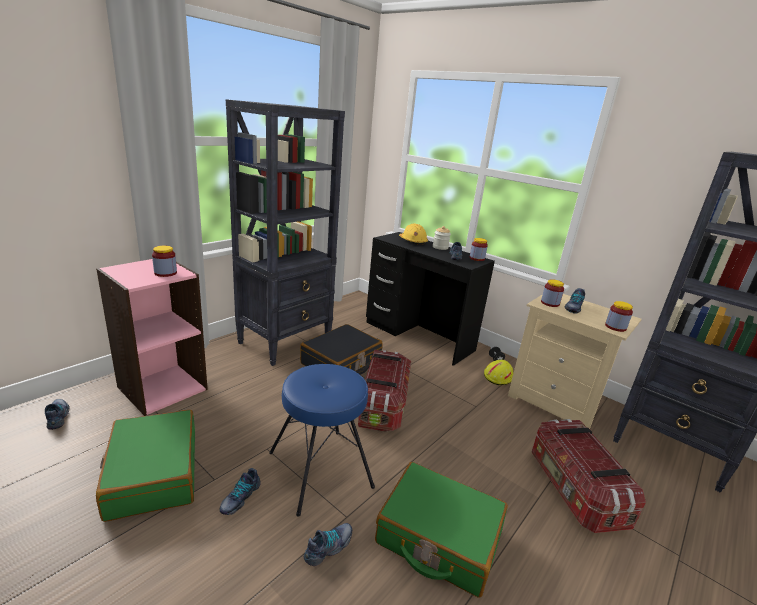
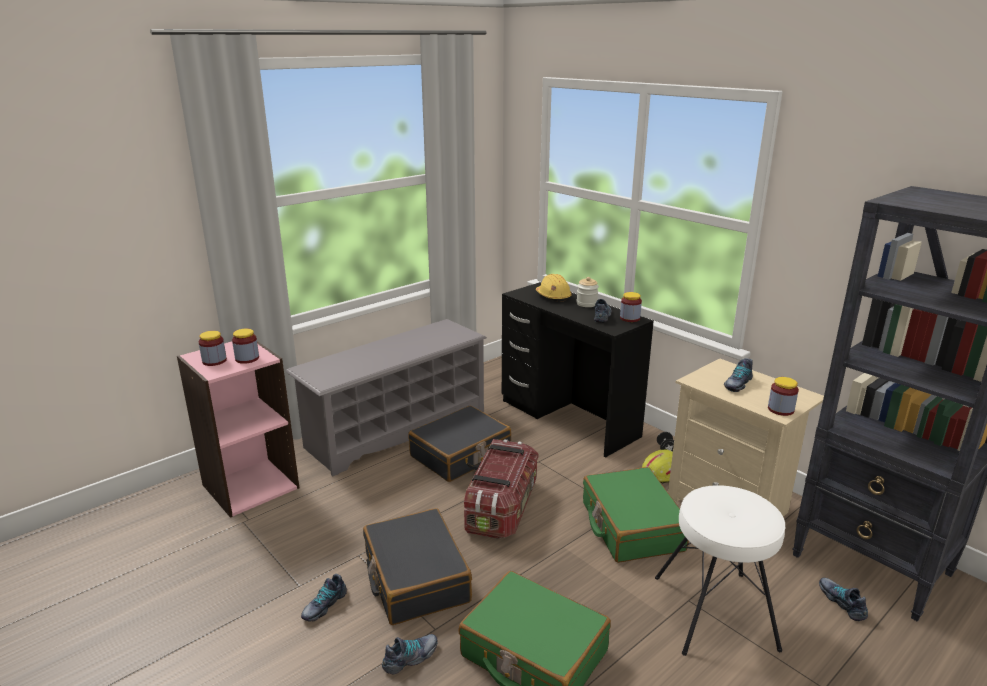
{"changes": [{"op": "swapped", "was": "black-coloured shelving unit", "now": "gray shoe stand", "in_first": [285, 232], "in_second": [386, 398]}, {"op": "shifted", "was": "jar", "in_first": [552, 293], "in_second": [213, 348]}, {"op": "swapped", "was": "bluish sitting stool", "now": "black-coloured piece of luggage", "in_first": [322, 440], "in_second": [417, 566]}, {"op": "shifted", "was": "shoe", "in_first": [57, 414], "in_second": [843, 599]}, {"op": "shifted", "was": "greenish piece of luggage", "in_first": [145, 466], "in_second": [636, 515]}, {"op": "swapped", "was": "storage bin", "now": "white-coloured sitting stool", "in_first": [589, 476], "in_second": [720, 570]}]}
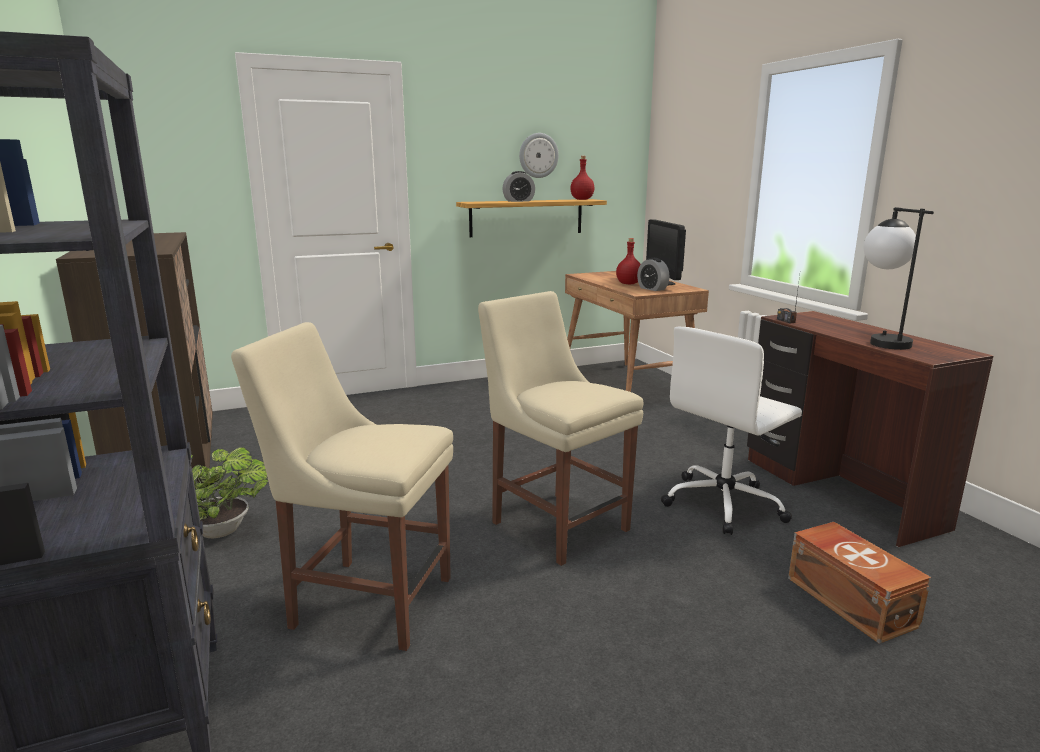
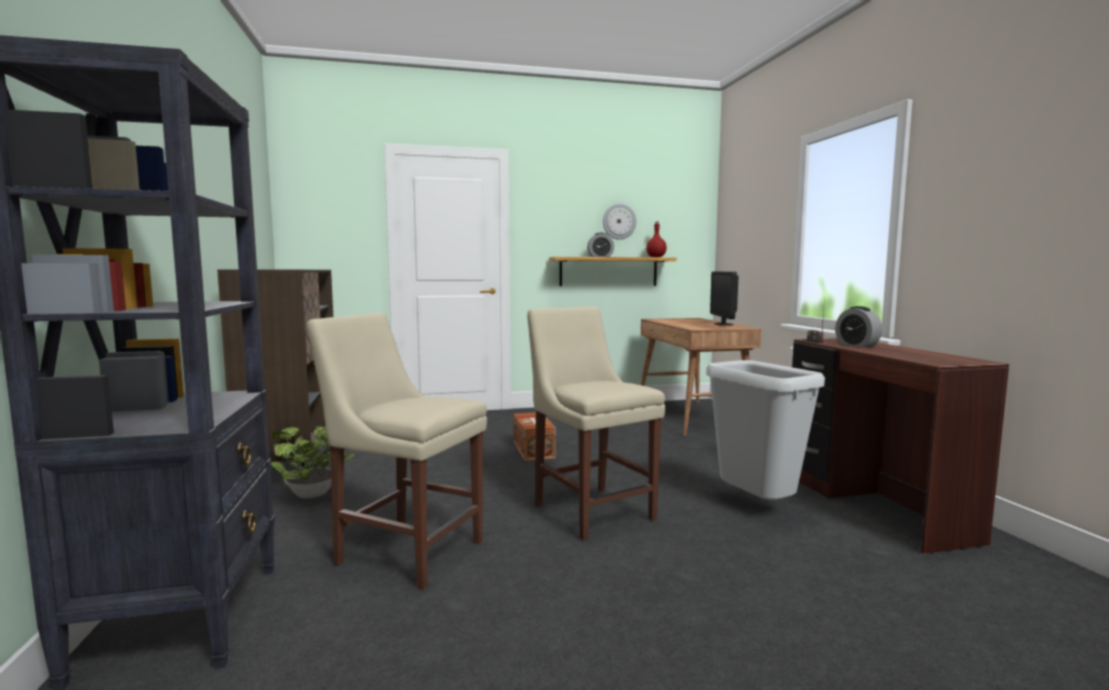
{"changes": [{"op": "gone", "was": "tabletop lamp", "in_first": [899, 278]}, {"op": "gone", "was": "red-coloured beverage bottle", "in_first": [628, 261]}, {"op": "shifted", "was": "alarm clock", "in_first": [653, 274], "in_second": [858, 326]}, {"op": "swapped", "was": "white-coloured desk chair", "now": "gray waste bin", "in_first": [731, 430], "in_second": [765, 430]}, {"op": "shifted", "was": "brown-coloured storage bin", "in_first": [859, 583], "in_second": [534, 436]}]}
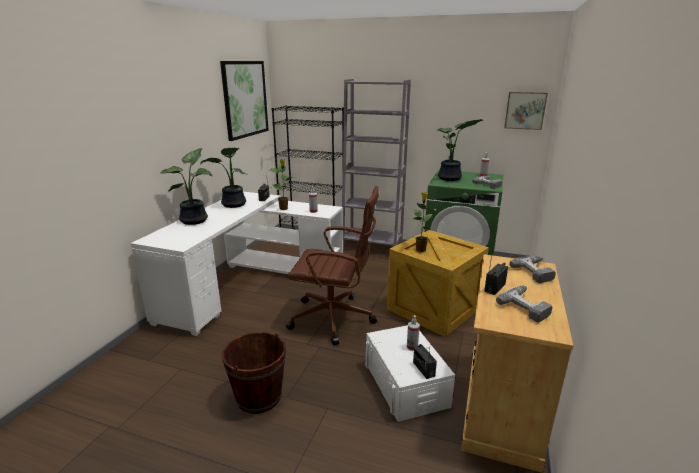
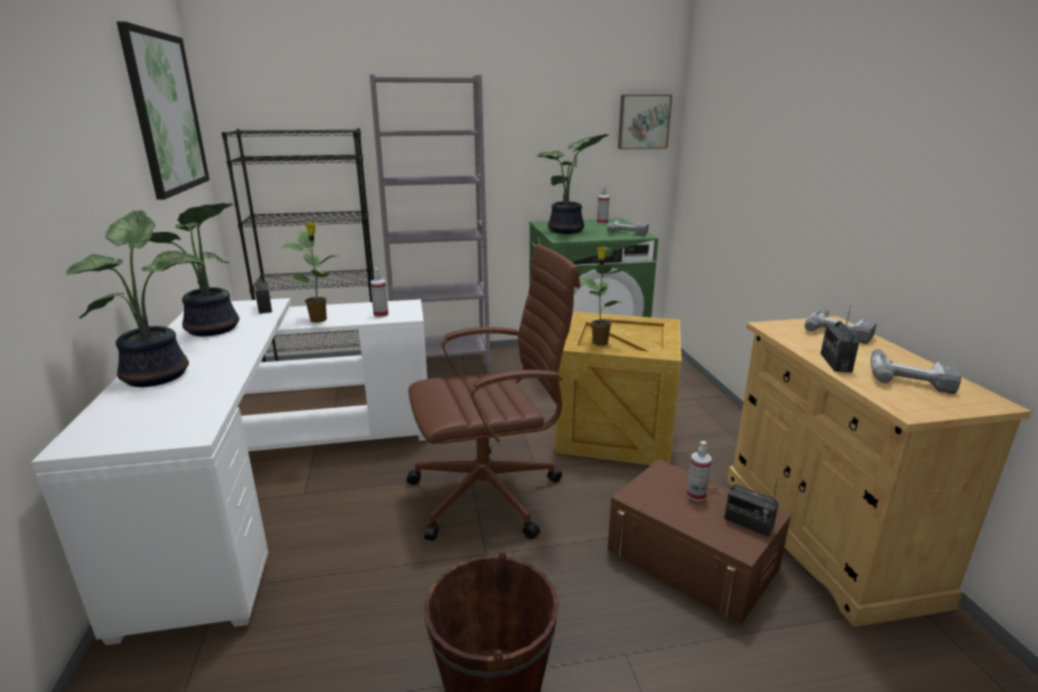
{"changes": [{"op": "repainted", "was": "white-coloured storage bin", "now": "brown-coloured storage bin", "in_first": [410, 373], "in_second": [699, 541]}]}
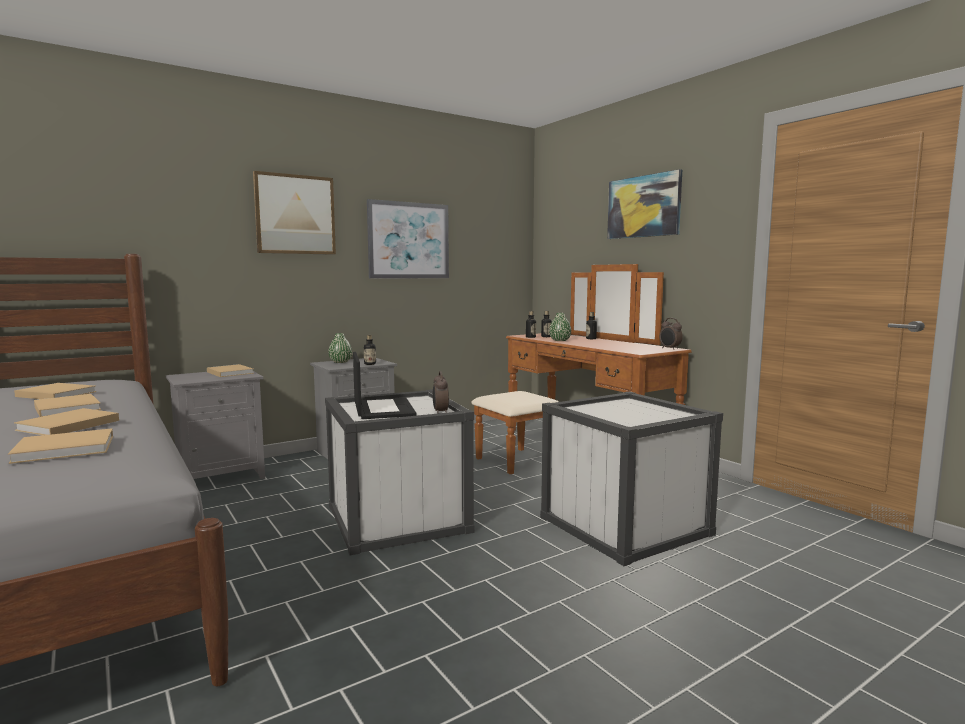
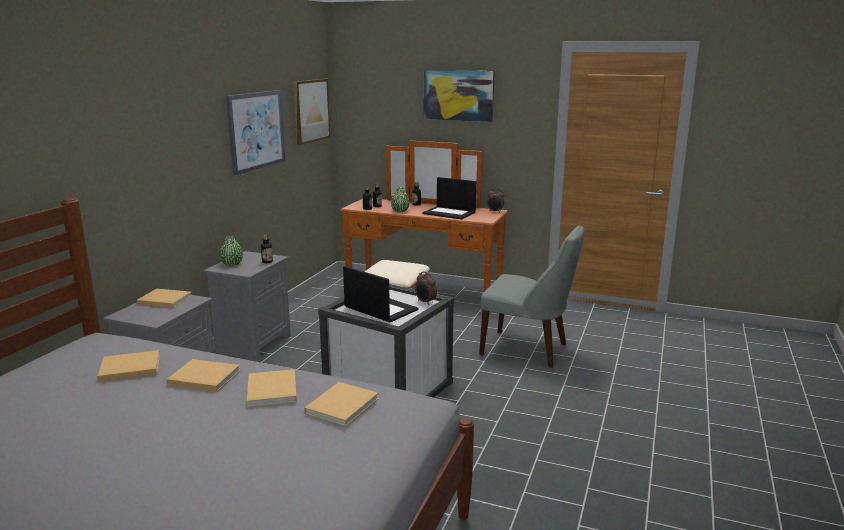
{"changes": [{"op": "shifted", "was": "wall picture", "in_first": [294, 213], "in_second": [311, 112]}, {"op": "swapped", "was": "white-coloured storage bin", "now": "gray upright chair", "in_first": [631, 478], "in_second": [532, 297]}, {"op": "new", "now": "portable computer", "in_second": [449, 198]}]}
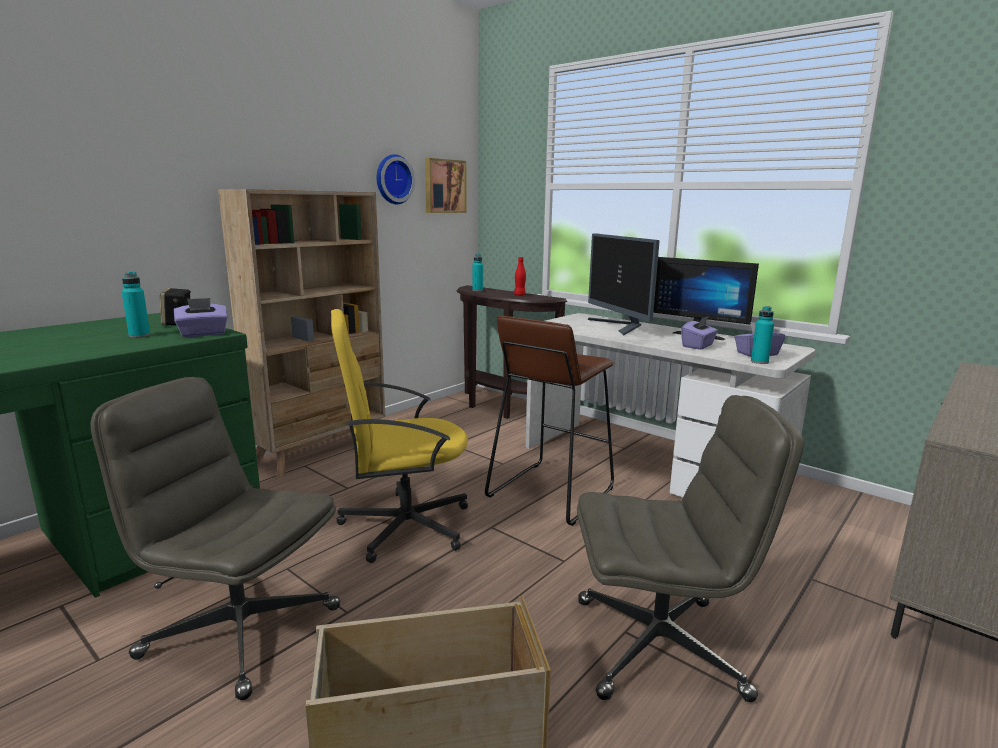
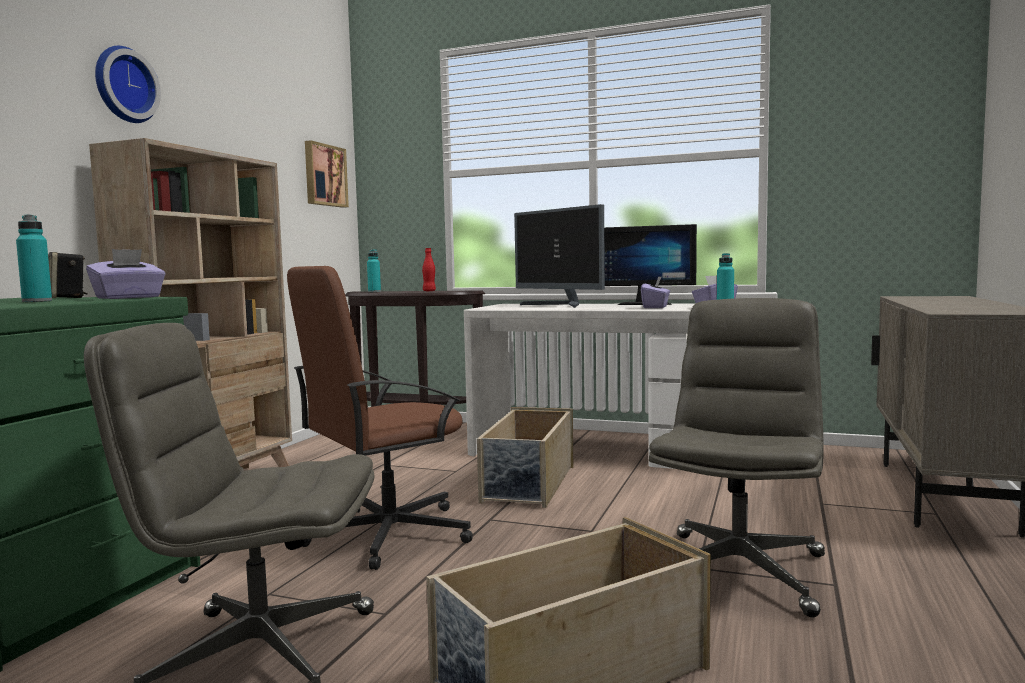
{"changes": [{"op": "shifted", "was": "clock on the wall", "in_first": [396, 179], "in_second": [128, 84]}, {"op": "repainted", "was": "yellow-coloured desk chair", "now": "brown-coloured desk chair", "in_first": [399, 436], "in_second": [380, 418]}, {"op": "swapped", "was": "brown-coloured sitting stool", "now": "beige-coloured storage bin", "in_first": [549, 421], "in_second": [525, 457]}, {"op": "rotated", "was": "gray desk chair", "in_first": [690, 548], "in_second": [737, 458], "clockwise": -45}]}
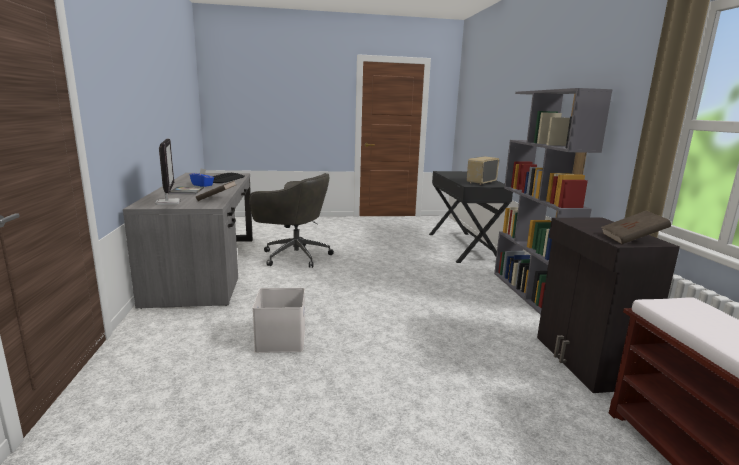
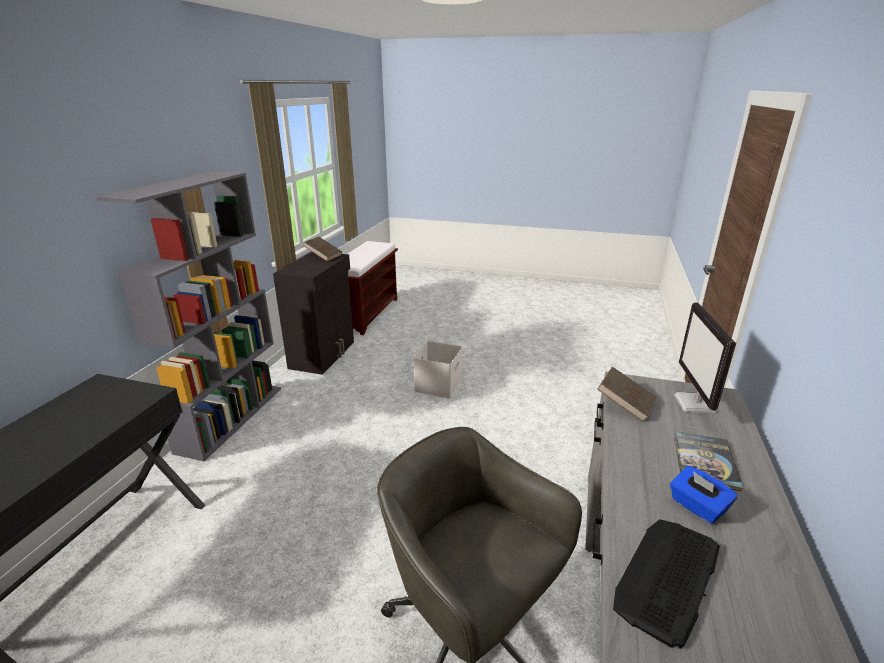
{"changes": [{"op": "gone", "was": "radio set", "in_first": [483, 171]}, {"op": "shifted", "was": "white-coloured storage bin", "in_first": [278, 320], "in_second": [438, 370]}]}
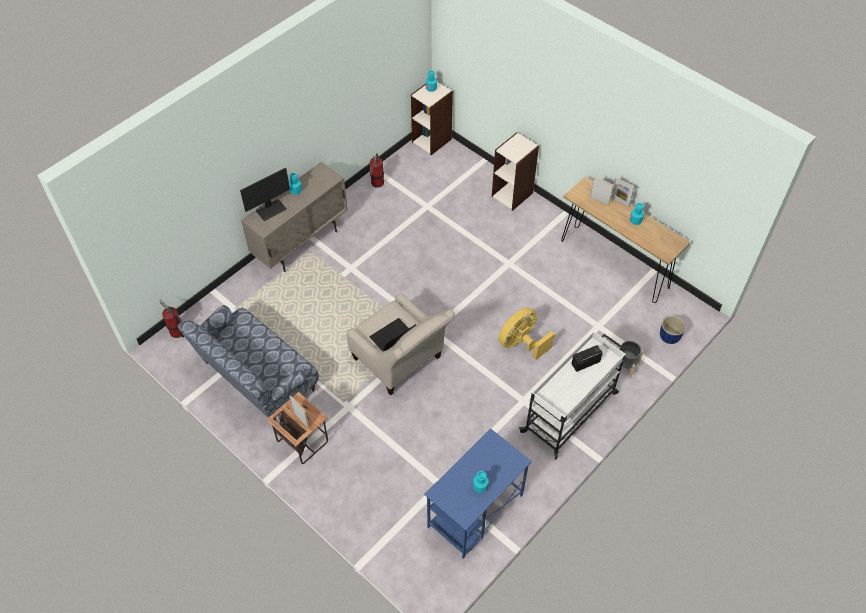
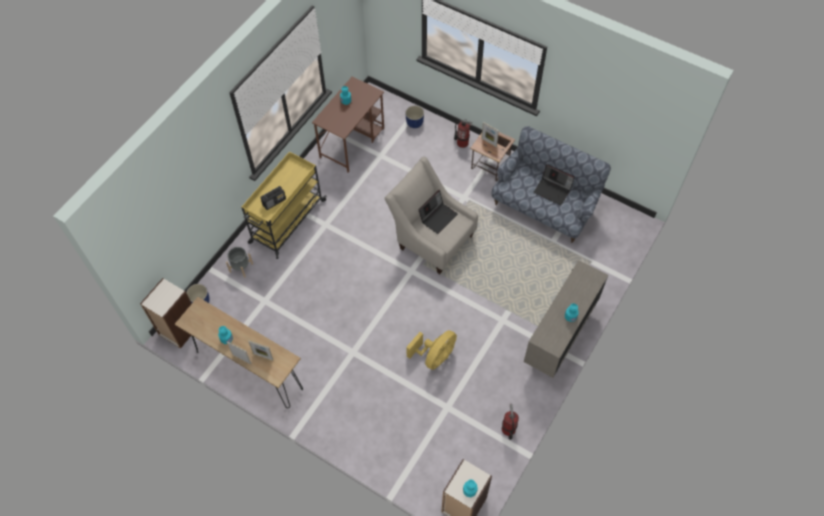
{"changes": [{"op": "shifted", "was": "shelving unit", "in_first": [515, 171], "in_second": [166, 313]}, {"op": "gone", "was": "monitor", "in_first": [265, 194]}, {"op": "shifted", "was": "fire-fighting cylinder", "in_first": [171, 319], "in_second": [463, 133]}, {"op": "shifted", "was": "yellow-coloured cooling fan", "in_first": [527, 334], "in_second": [431, 350]}, {"op": "repainted", "was": "white-coloured wheeled cart", "now": "yellow-coloured wheeled cart", "in_first": [572, 395], "in_second": [284, 205]}, {"op": "repainted", "was": "bluish desk", "now": "brown-coloured desk", "in_first": [478, 493], "in_second": [348, 124]}, {"op": "new", "now": "bluish flower pot", "in_second": [414, 117]}, {"op": "new", "now": "portable computer", "in_second": [554, 184]}]}
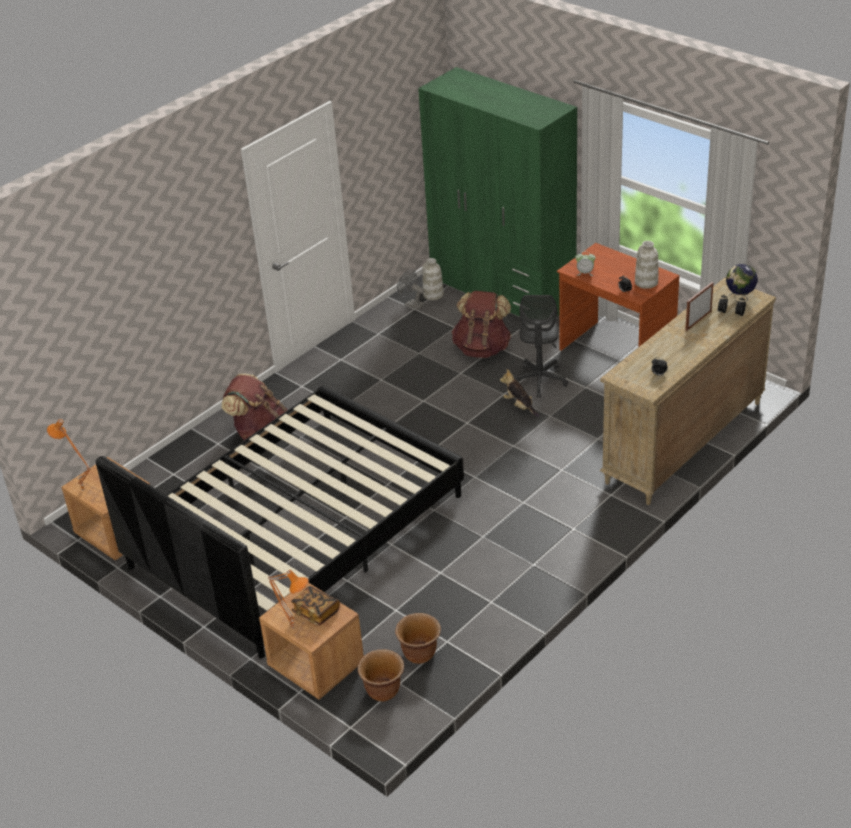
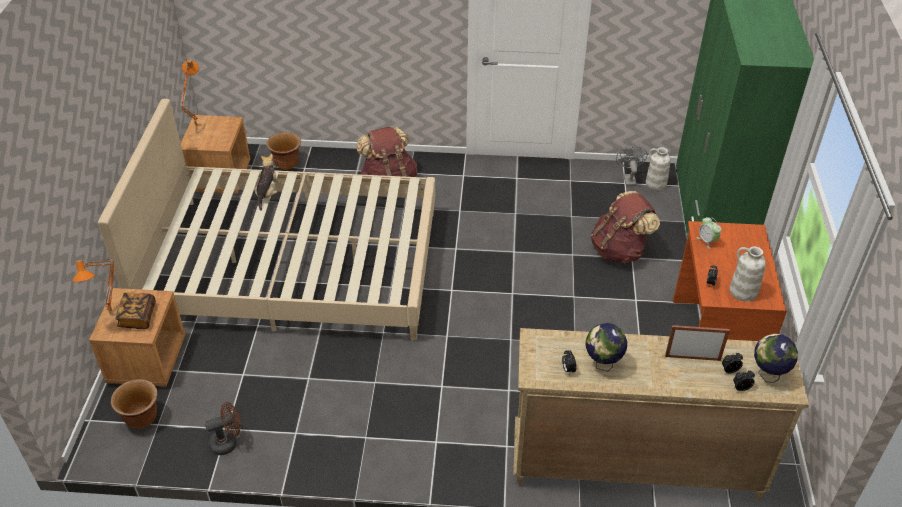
{"changes": [{"op": "gone", "was": "gray desk chair", "in_first": [541, 346]}, {"op": "shifted", "was": "plush toy", "in_first": [519, 393], "in_second": [268, 182]}, {"op": "repainted", "was": "black-coloured bed", "now": "beige-coloured bed", "in_first": [279, 521], "in_second": [266, 219]}, {"op": "shifted", "was": "brown-coloured flower pot", "in_first": [418, 638], "in_second": [283, 151]}, {"op": "new", "now": "world globe", "in_second": [606, 347]}, {"op": "new", "now": "brown-coloured cooling fan", "in_second": [223, 428]}]}
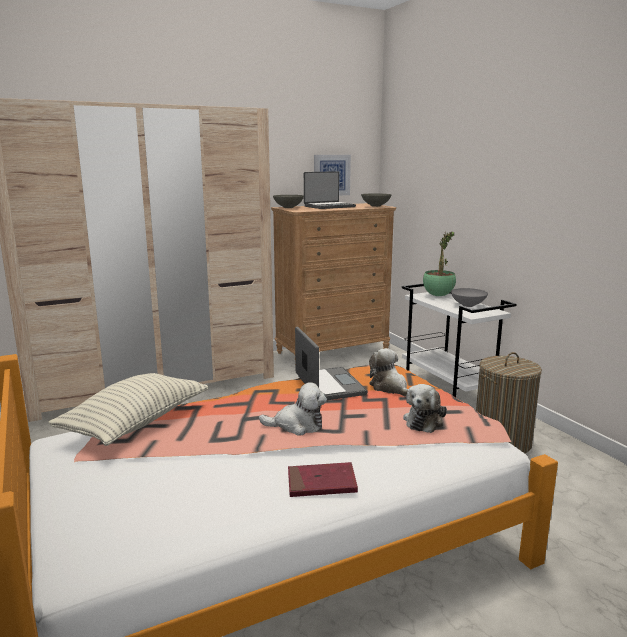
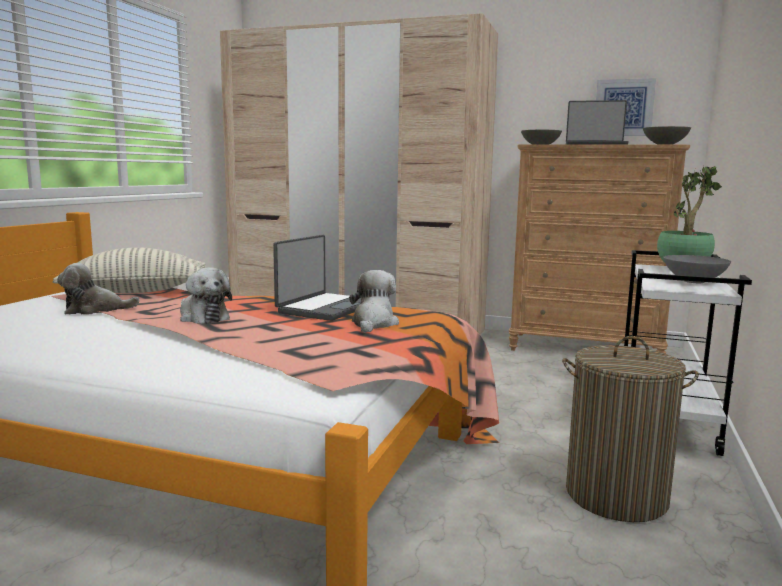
{"changes": [{"op": "shifted", "was": "plush toy", "in_first": [425, 408], "in_second": [98, 289]}, {"op": "gone", "was": "red-coloured bound book", "in_first": [323, 479]}]}
